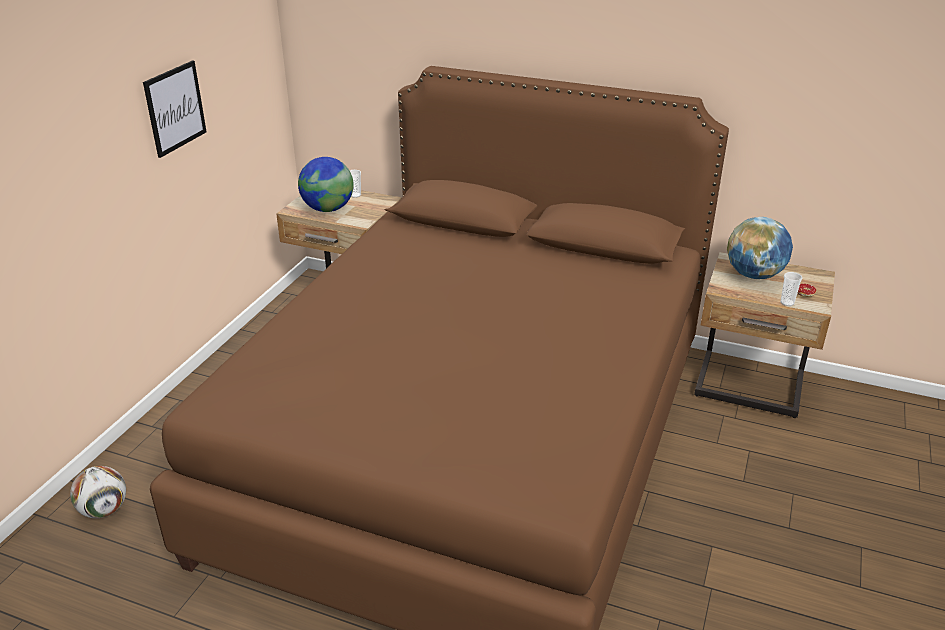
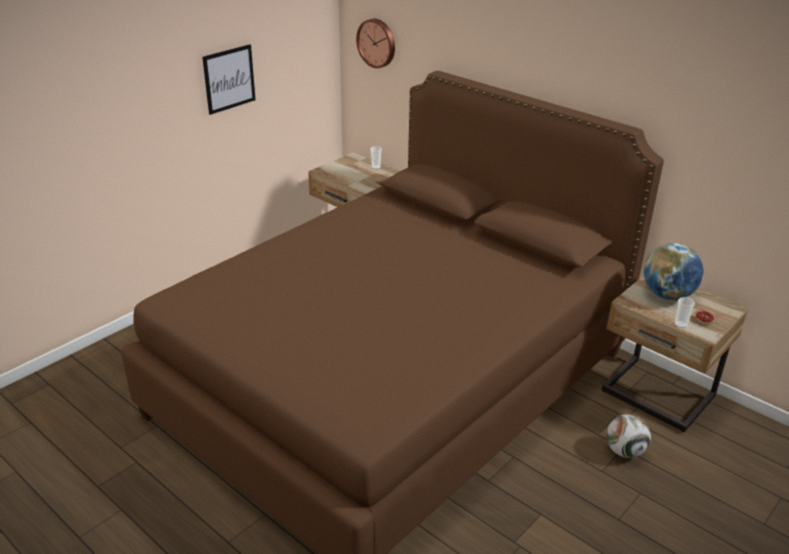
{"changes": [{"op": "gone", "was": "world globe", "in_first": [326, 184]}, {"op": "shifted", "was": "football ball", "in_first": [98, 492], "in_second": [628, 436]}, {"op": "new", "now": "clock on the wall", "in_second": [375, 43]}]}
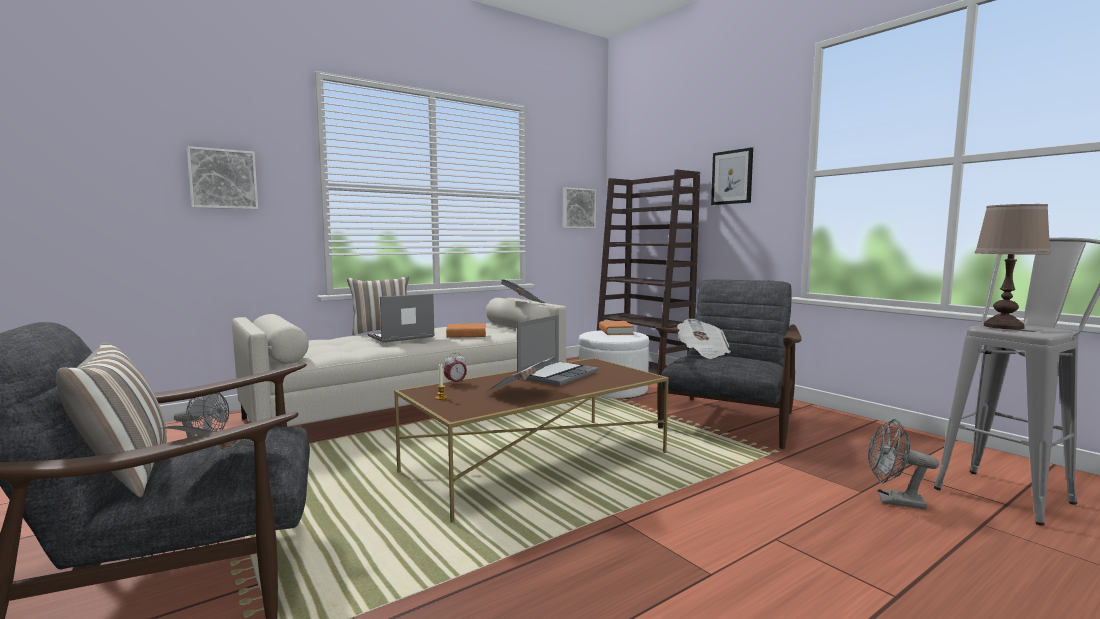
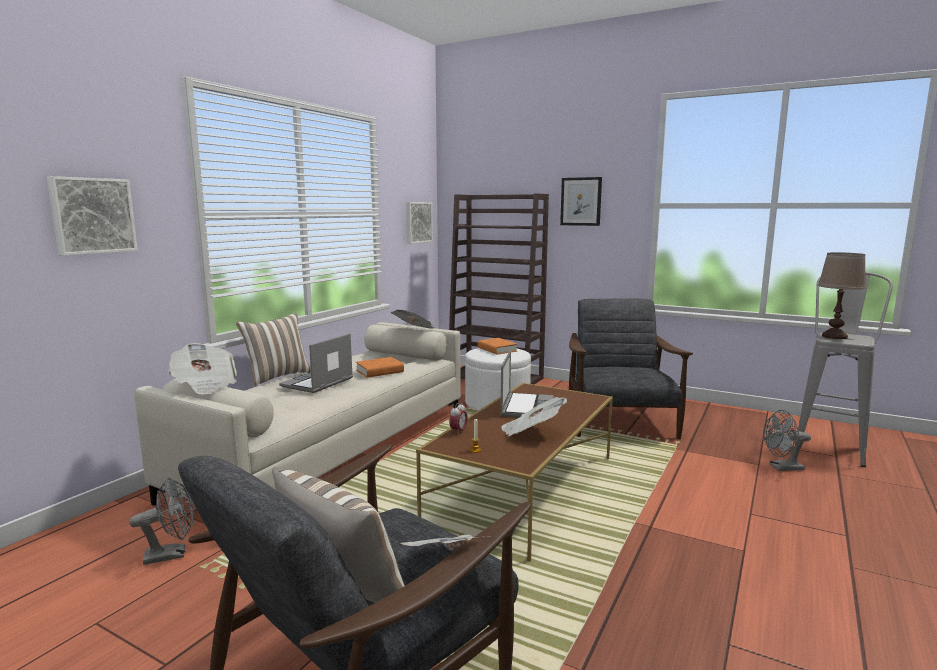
{"changes": [{"op": "shifted", "was": "newspaper", "in_first": [704, 339], "in_second": [202, 369]}]}
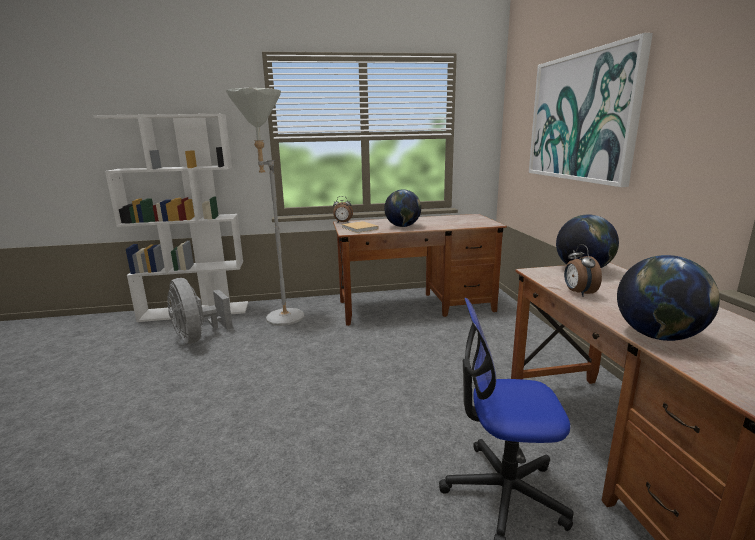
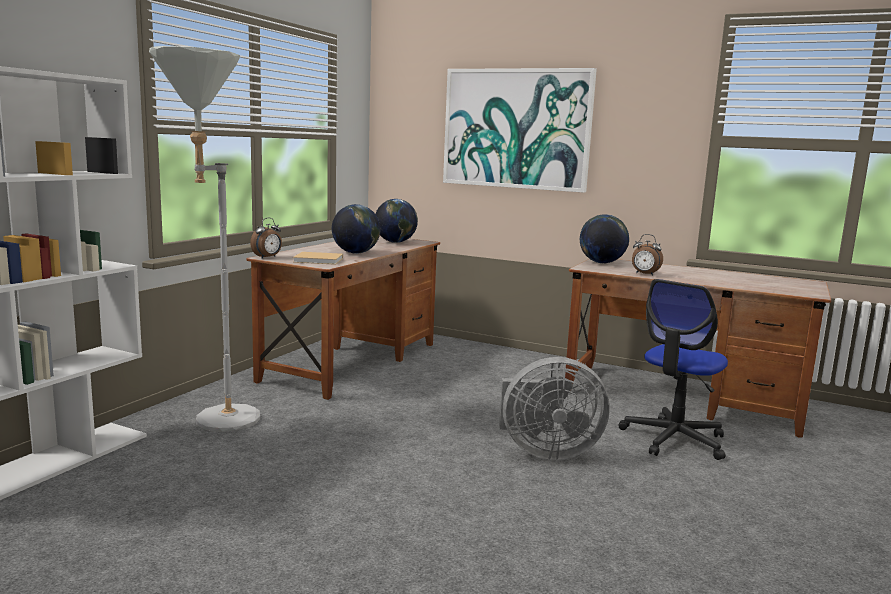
{"changes": [{"op": "shifted", "was": "world globe", "in_first": [668, 298], "in_second": [397, 221]}, {"op": "shifted", "was": "gray cooling fan", "in_first": [200, 311], "in_second": [554, 409]}]}
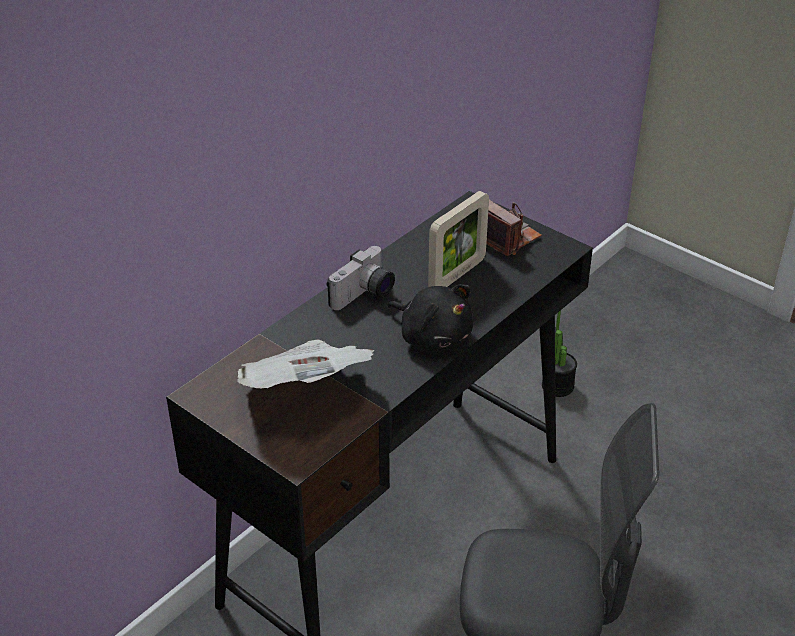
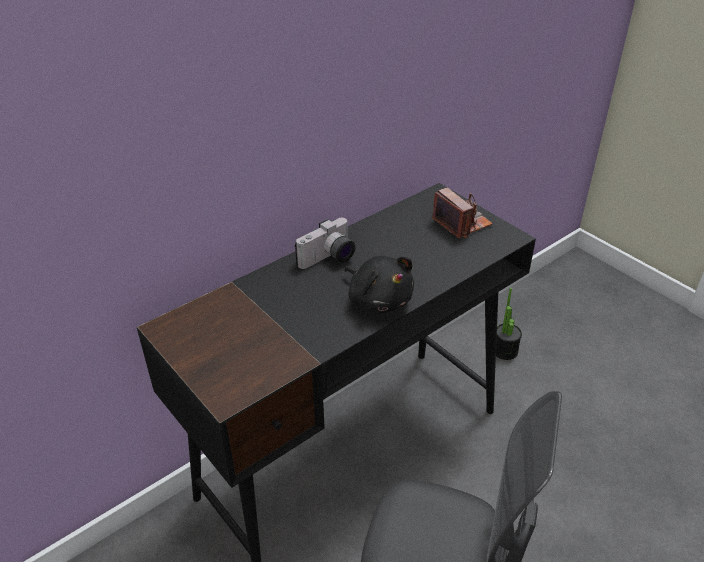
{"changes": [{"op": "gone", "was": "photo frame", "in_first": [458, 239]}, {"op": "gone", "was": "newspaper", "in_first": [305, 363]}]}
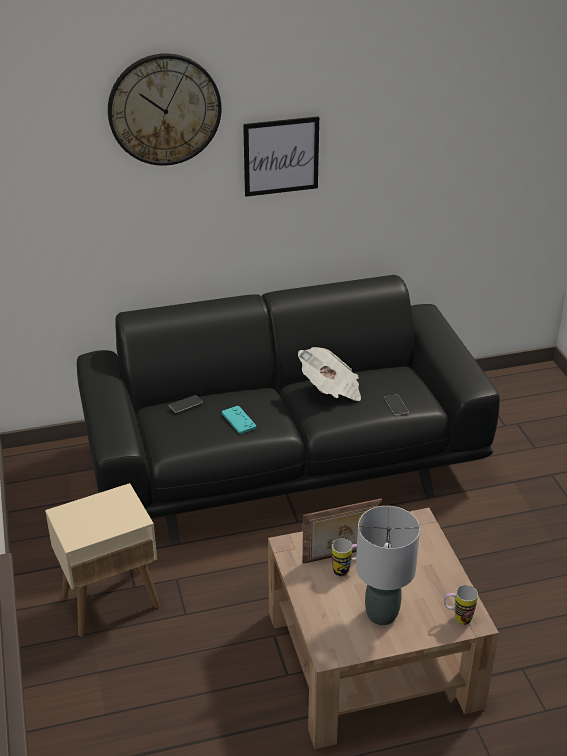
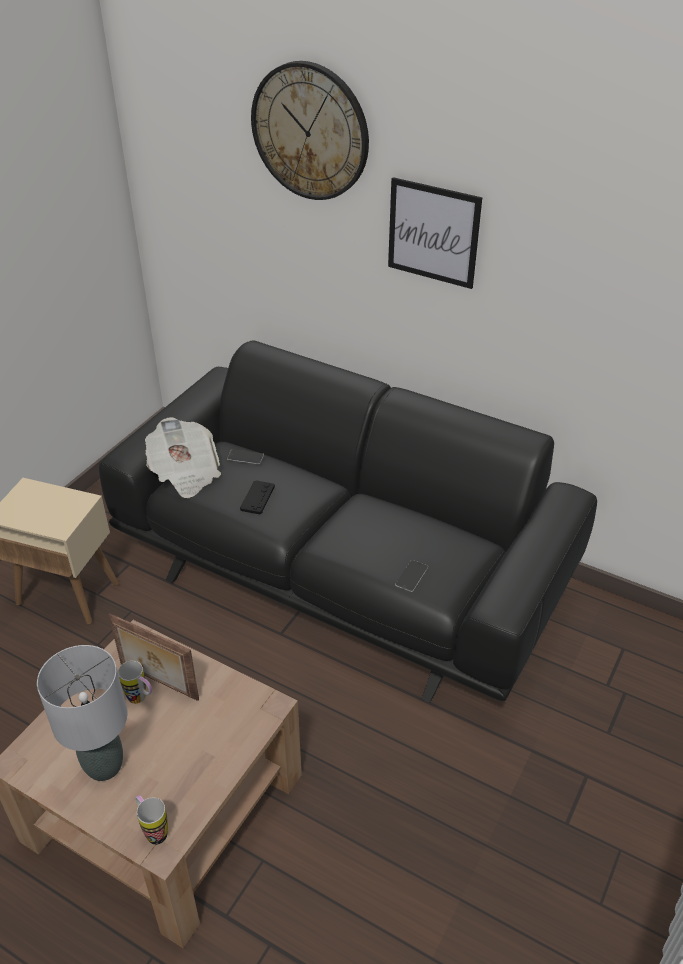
{"changes": [{"op": "shifted", "was": "newspaper", "in_first": [329, 374], "in_second": [183, 457]}, {"op": "repainted", "was": "turquoise-coloured joypad", "now": "black-coloured joypad", "in_first": [239, 420], "in_second": [257, 497]}]}
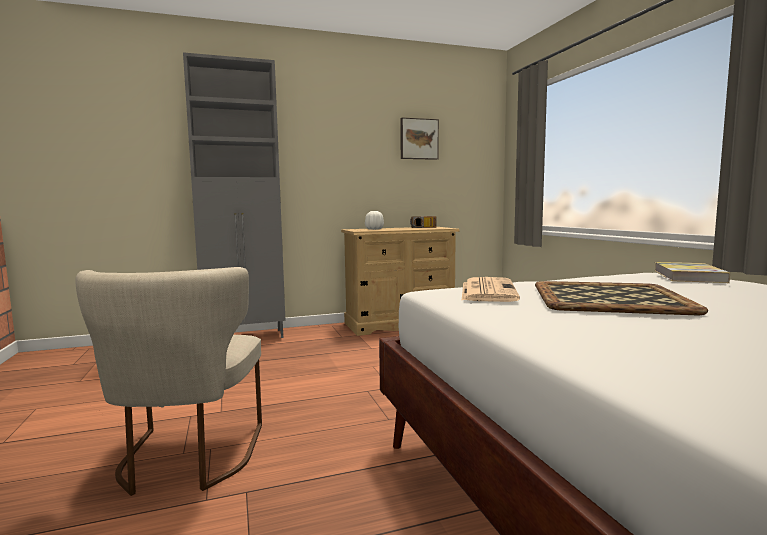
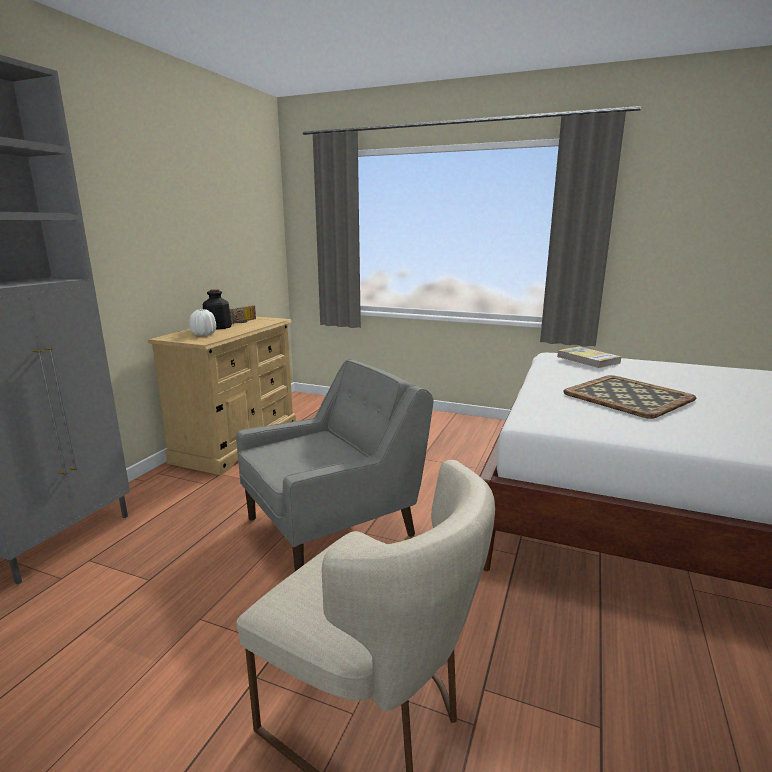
{"changes": [{"op": "gone", "was": "wall picture", "in_first": [419, 139]}, {"op": "gone", "was": "newspaper", "in_first": [490, 289]}, {"op": "new", "now": "beverage bottle", "in_second": [217, 309]}, {"op": "new", "now": "gray lounge chair", "in_second": [334, 465]}]}
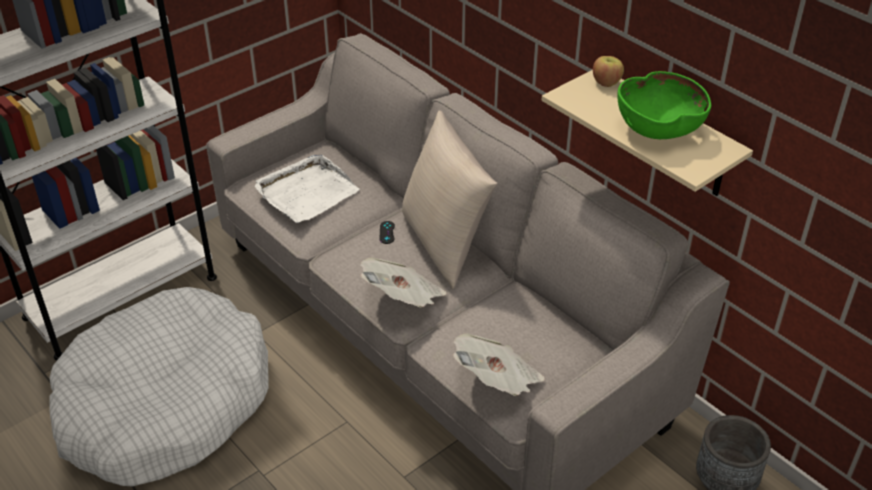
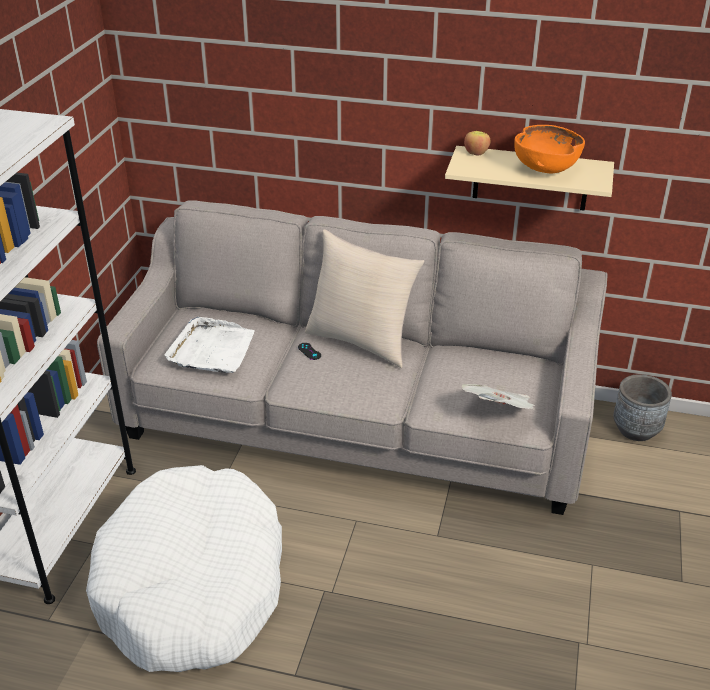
{"changes": [{"op": "repainted", "was": "greenish serving bowl", "now": "orangey serving bowl", "in_first": [664, 105], "in_second": [549, 149]}, {"op": "gone", "was": "newspaper", "in_first": [403, 282]}]}
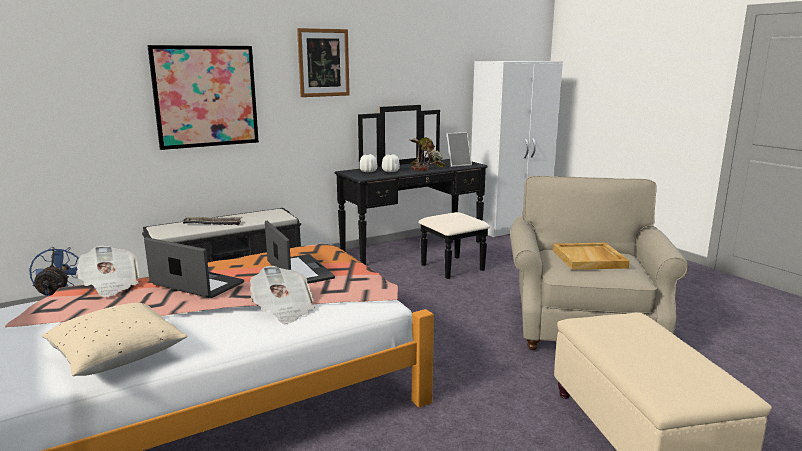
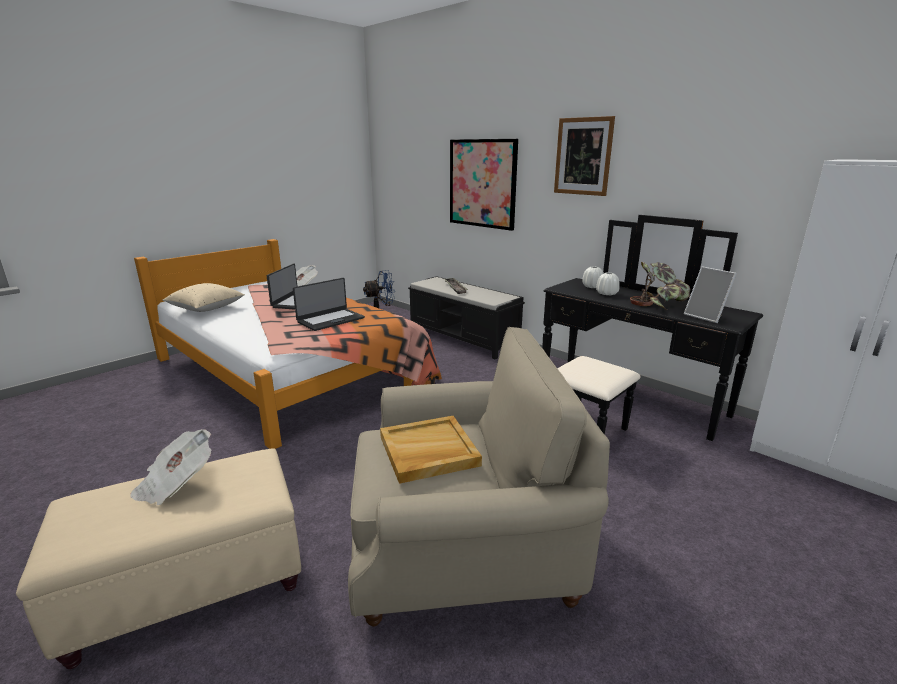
{"changes": [{"op": "shifted", "was": "newspaper", "in_first": [282, 295], "in_second": [170, 467]}]}
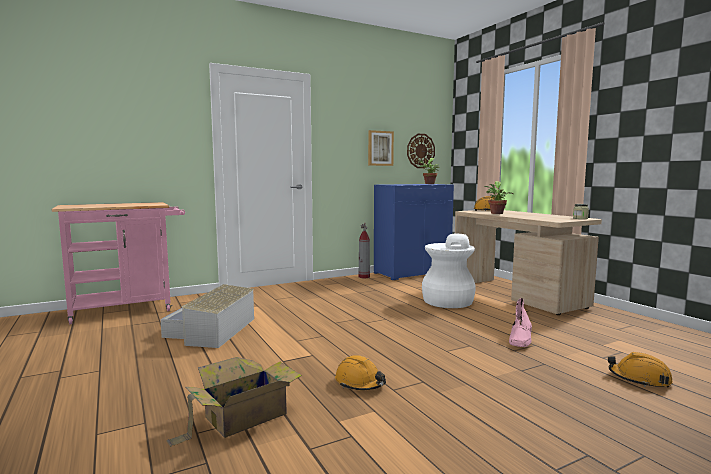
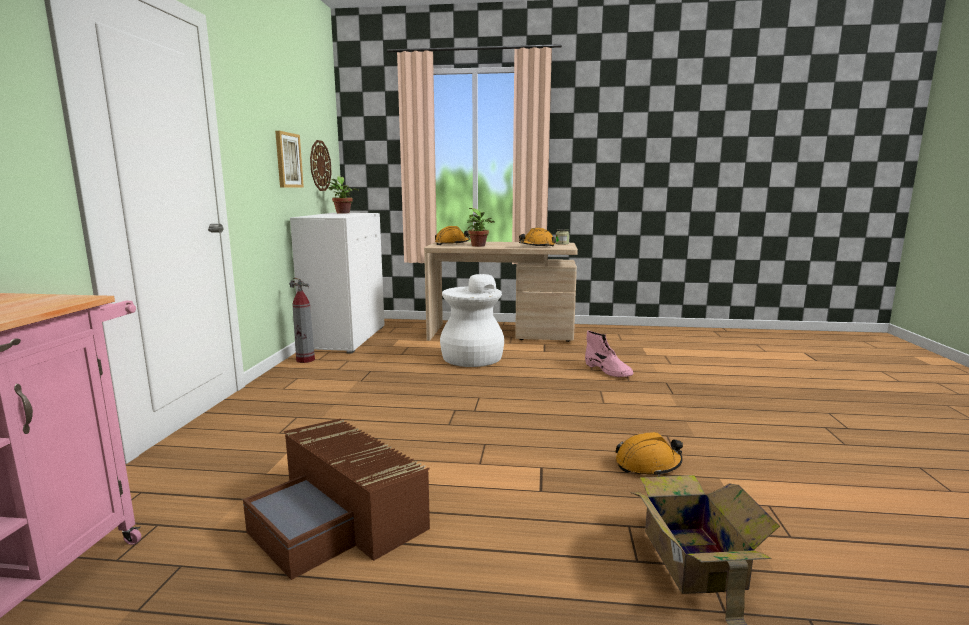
{"changes": [{"op": "repainted", "was": "bluish cupboard", "now": "white-coloured cupboard", "in_first": [414, 232], "in_second": [337, 283]}, {"op": "repainted", "was": "gray storage bin", "now": "brown-coloured storage bin", "in_first": [207, 316], "in_second": [336, 499]}, {"op": "shifted", "was": "orangey hard hat", "in_first": [640, 370], "in_second": [537, 237]}]}
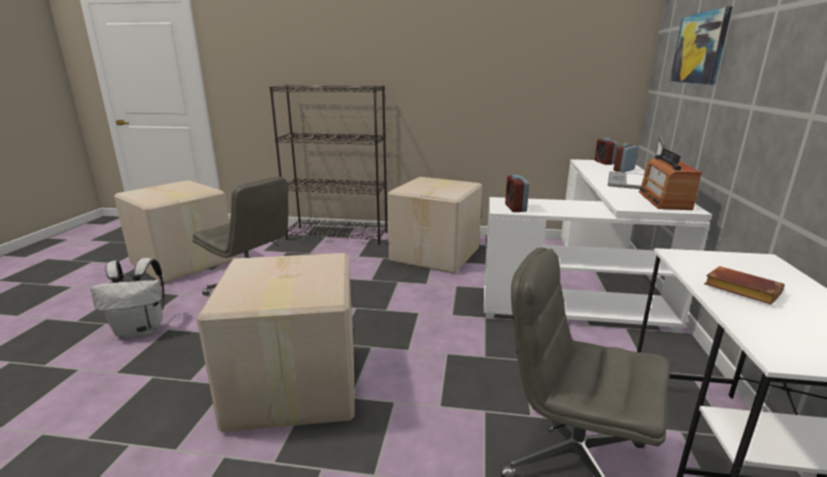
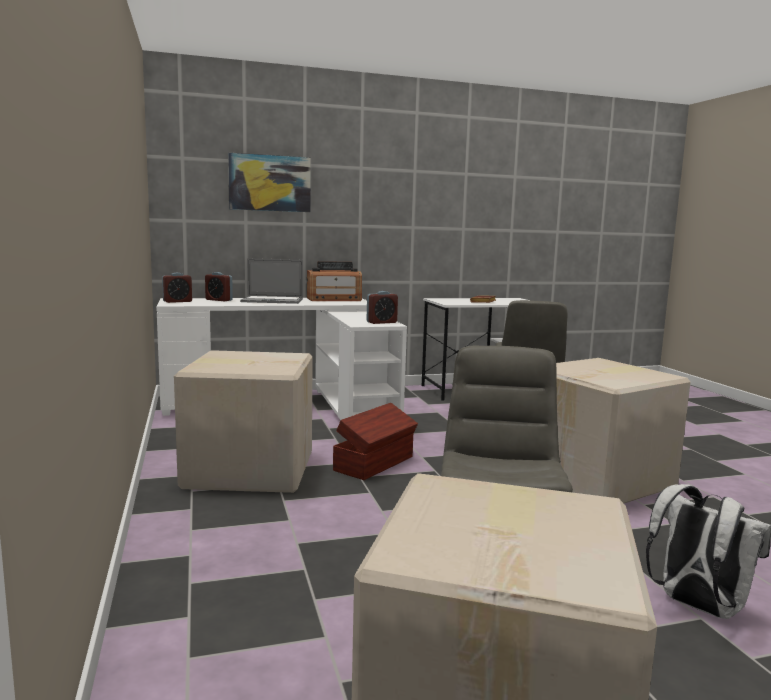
{"changes": [{"op": "gone", "was": "black-coloured shelving unit", "in_first": [328, 165]}, {"op": "new", "now": "brown-coloured storage bin", "in_second": [375, 441]}]}
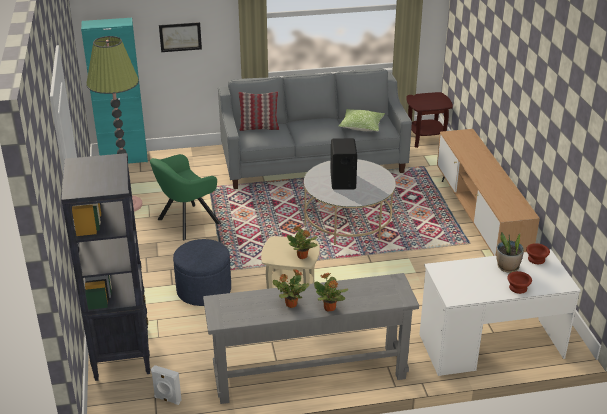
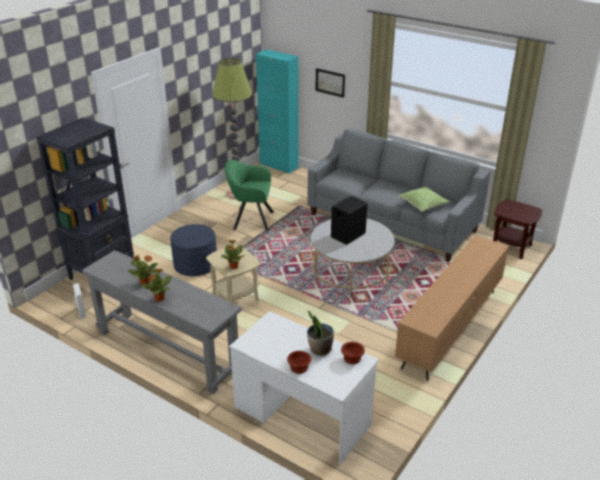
{"changes": [{"op": "gone", "was": "cushion", "in_first": [258, 111]}]}
